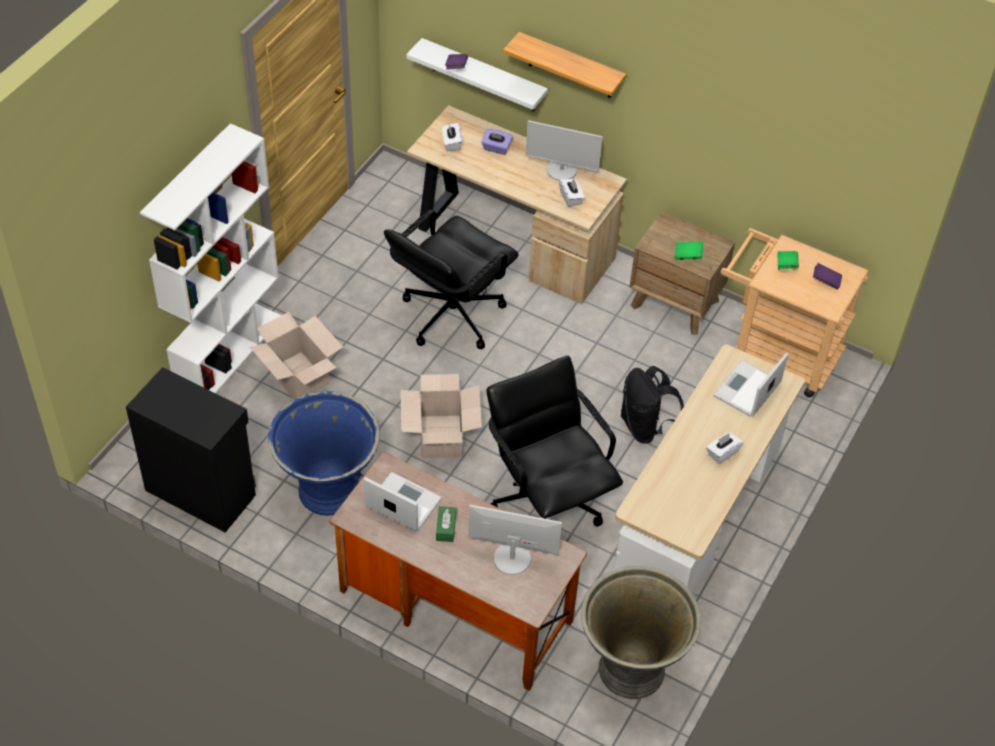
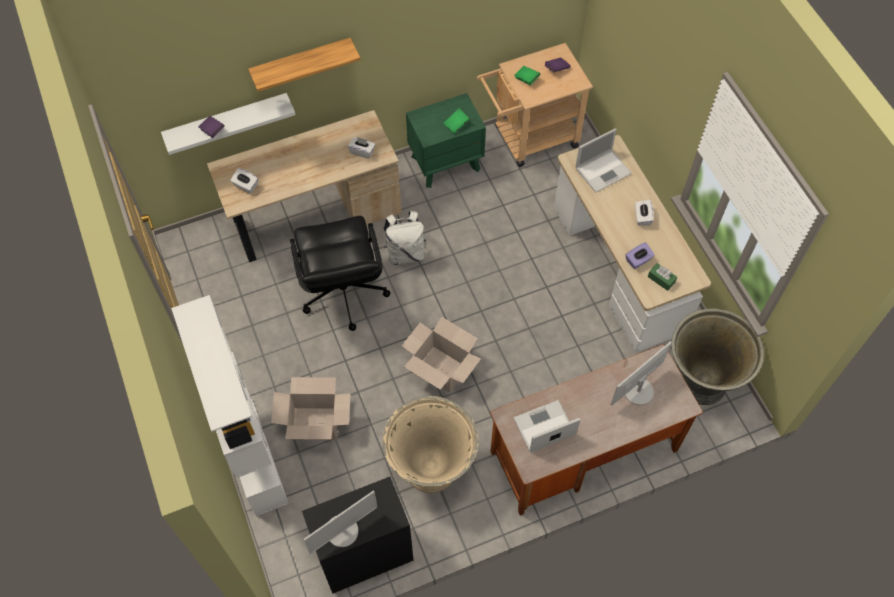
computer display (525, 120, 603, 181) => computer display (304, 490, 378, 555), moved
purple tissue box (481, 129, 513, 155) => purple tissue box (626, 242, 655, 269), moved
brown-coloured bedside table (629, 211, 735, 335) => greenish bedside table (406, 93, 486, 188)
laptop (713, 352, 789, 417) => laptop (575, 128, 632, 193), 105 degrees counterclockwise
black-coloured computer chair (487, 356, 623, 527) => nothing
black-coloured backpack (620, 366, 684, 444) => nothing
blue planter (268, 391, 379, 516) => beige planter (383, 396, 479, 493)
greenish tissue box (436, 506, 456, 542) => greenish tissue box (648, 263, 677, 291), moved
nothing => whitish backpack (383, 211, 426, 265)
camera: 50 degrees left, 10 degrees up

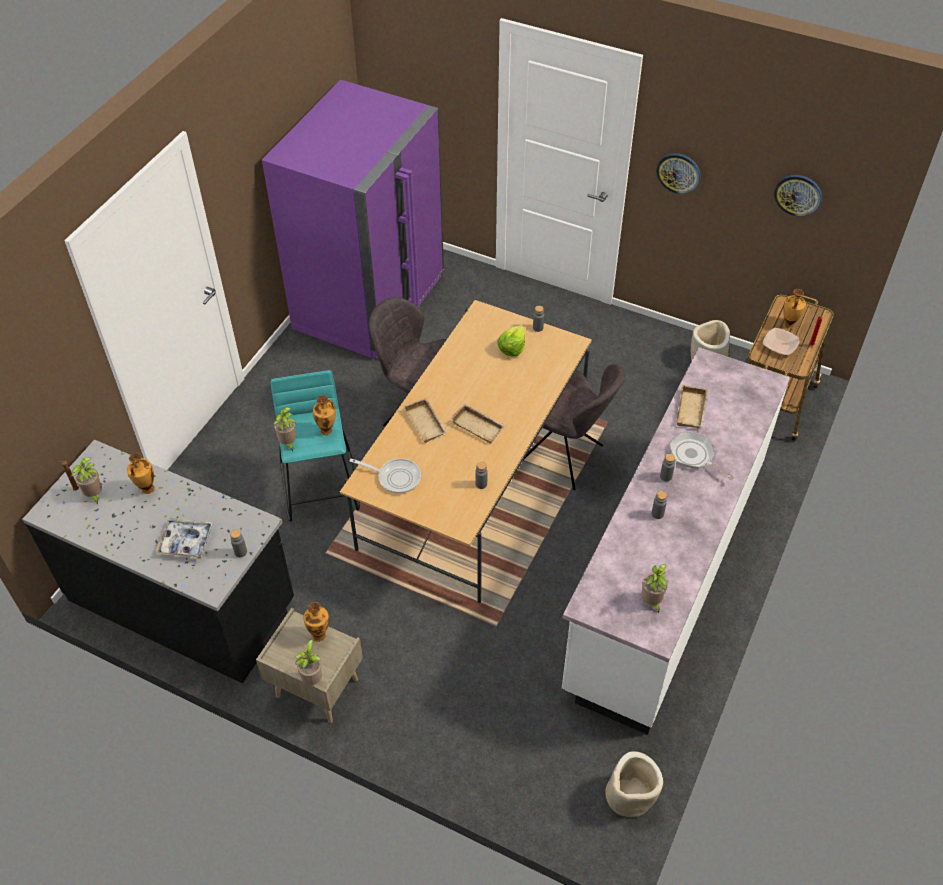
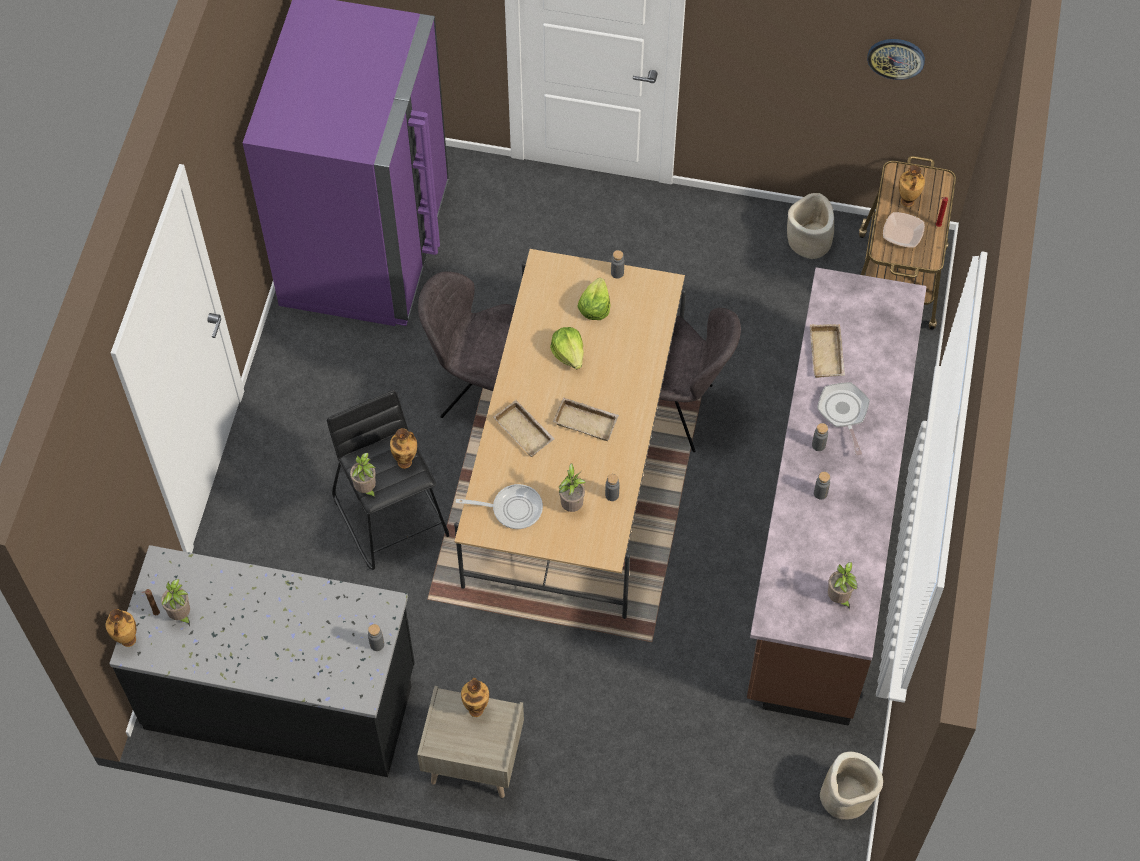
wall clock (656, 153, 701, 194) => nothing
whitish counter (562, 347, 790, 735) => brown-coloured counter (747, 267, 926, 726)
blue-green stool (271, 370, 360, 522) => black-coloured stool (327, 390, 449, 570)
skillet (669, 431, 735, 480) => skillet (817, 382, 870, 455), 45 degrees clockwise
flower vase (127, 453, 155, 494) => flower vase (106, 609, 136, 647), moved
serving tray (155, 518, 214, 559) => nothing
potted plant (295, 639, 322, 685) => potted plant (559, 463, 586, 512), moved
nothing => lettuce (550, 327, 584, 369)
camera: 15 degrees left, 10 degrees up

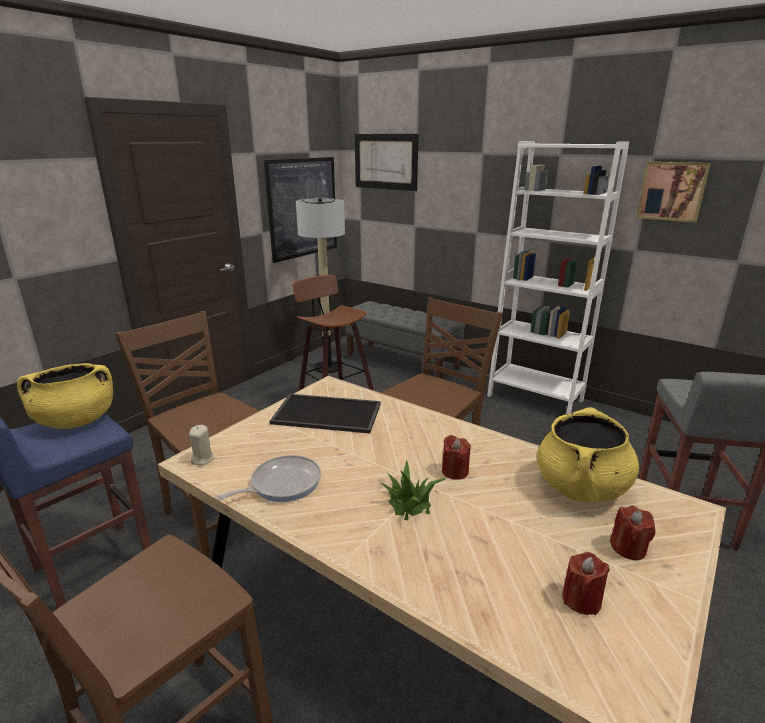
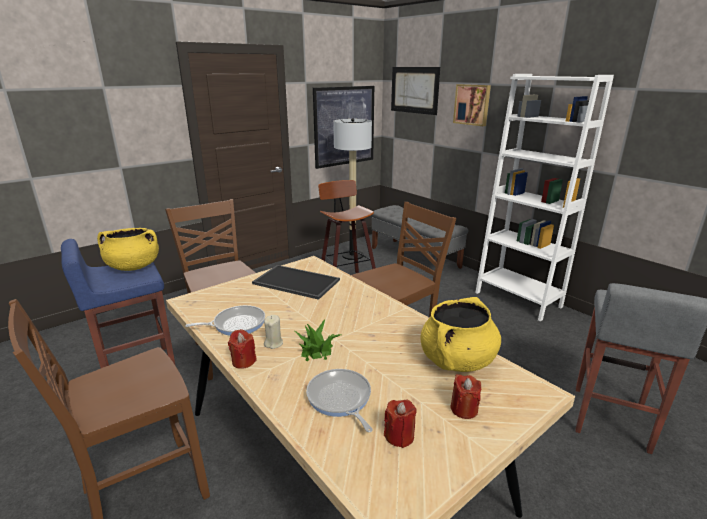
wall picture (636, 162, 711, 223) => wall picture (453, 84, 491, 126), moved
beige candle (189, 425, 214, 465) => beige candle (264, 315, 283, 349), moved
red-coloured candle (442, 435, 471, 480) => red-coloured candle (228, 329, 257, 369), moved
nothing => skillet (306, 369, 373, 433)
camera: 15 degrees right, 0 degrees up

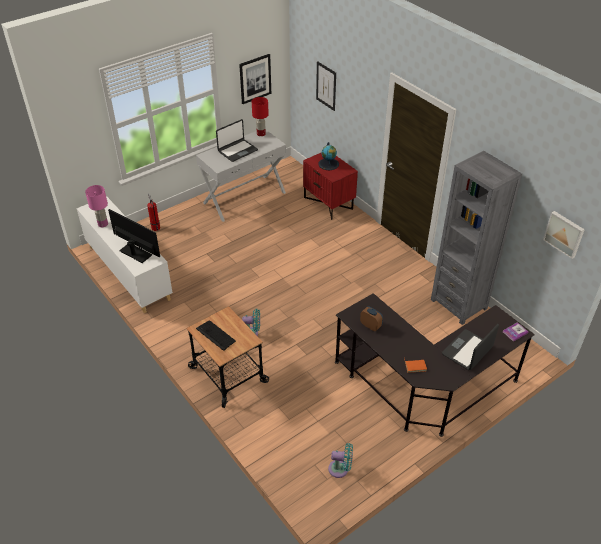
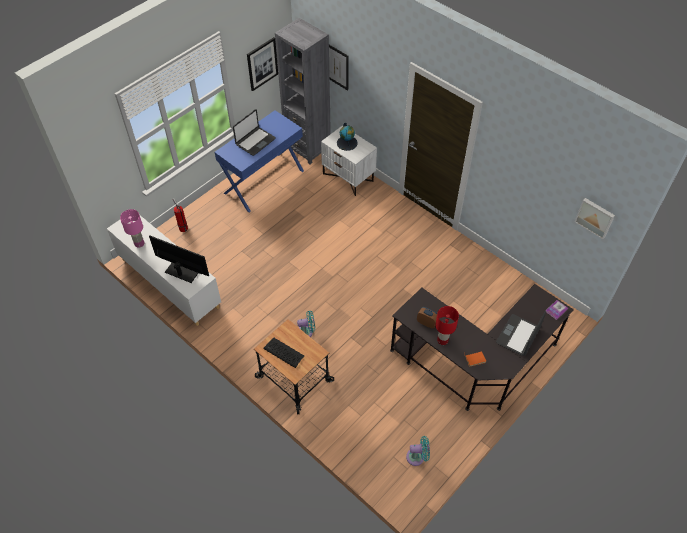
red-coloured table lamp (252, 97, 269, 136) => red-coloured table lamp (435, 306, 459, 345), moved
whitish console table (196, 130, 286, 222) => blue console table (215, 110, 304, 212)
greyish bookcase (431, 151, 522, 325) => greyish bookcase (275, 18, 331, 164), moved
red-coloured bedside table (303, 152, 358, 220) => whitish bedside table (321, 126, 377, 196)
camera: 10 degrees left, 10 degrees up

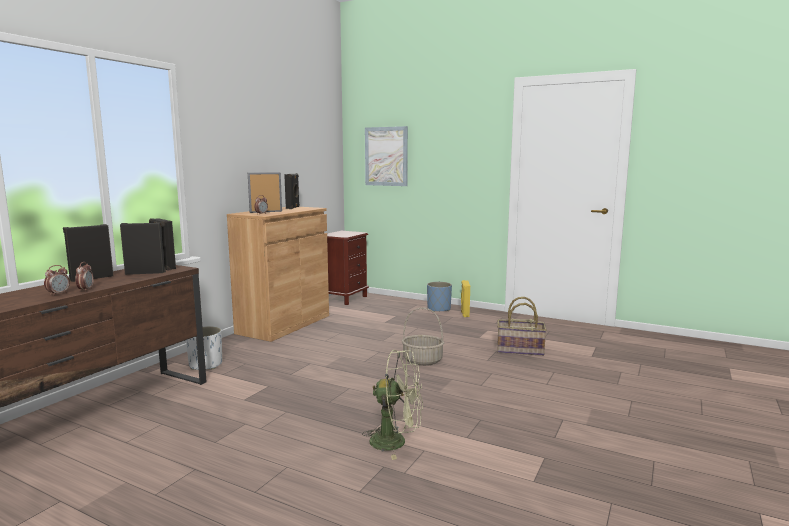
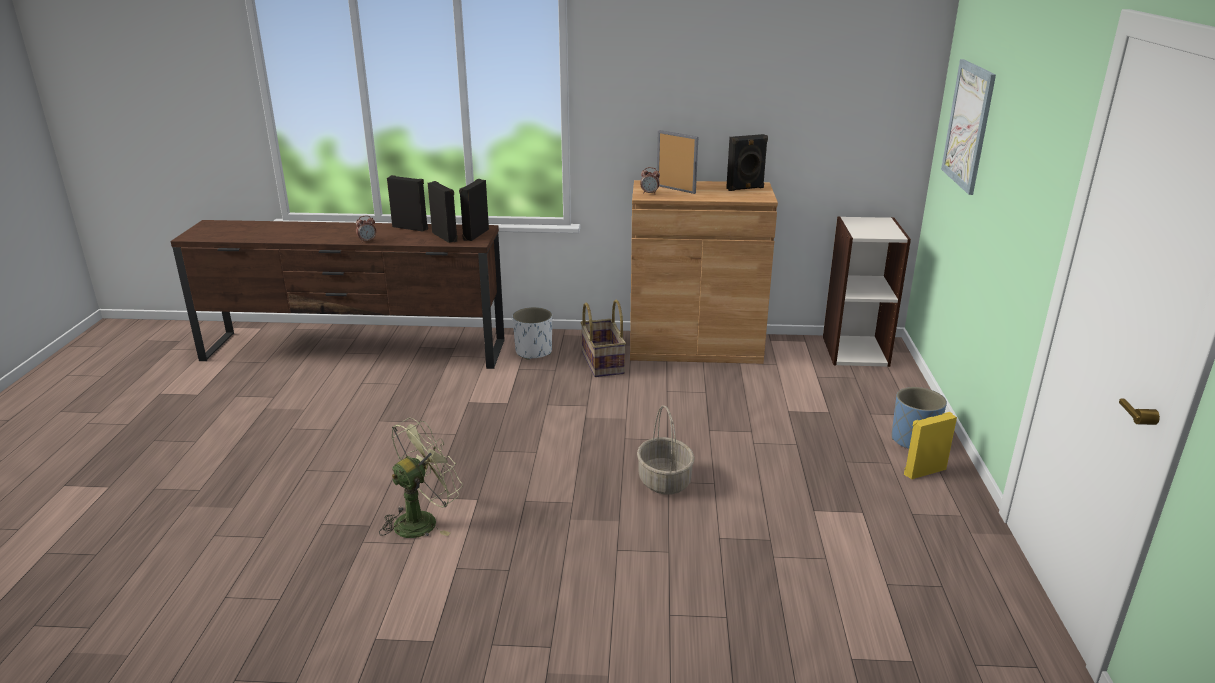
brown-coloured bedside table (327, 231, 369, 305) => bookcase (823, 216, 911, 367)
alarm clock (44, 265, 70, 296) => nothing
basket (497, 297, 547, 356) => basket (581, 300, 626, 377), moved
greenish electric fan (362, 350, 423, 460) => greenish electric fan (379, 418, 463, 538), 120 degrees counterclockwise
camera: 65 degrees right, 15 degrees up

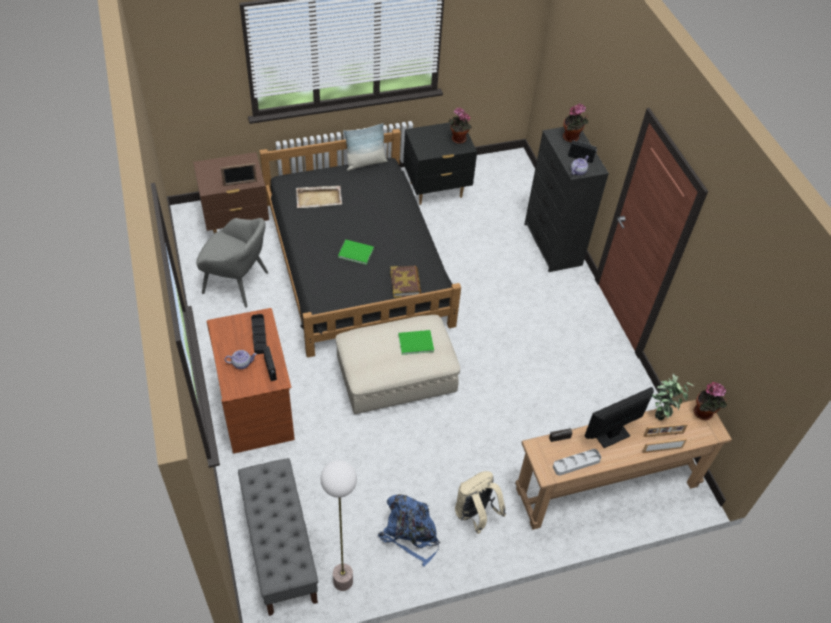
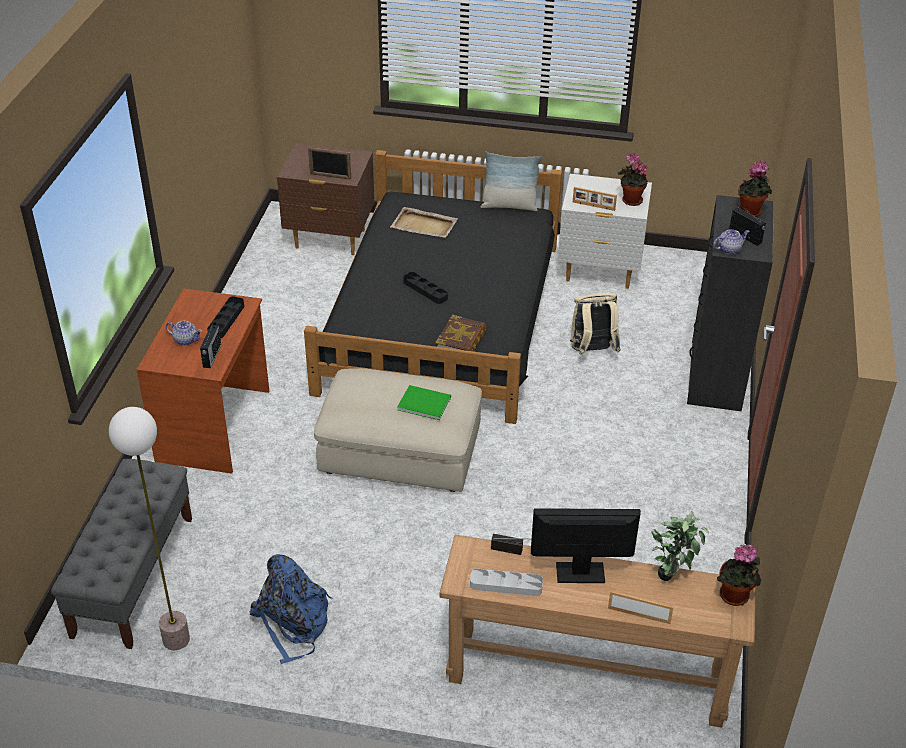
black-coloured bedside table (403, 122, 477, 205) => whitish bedside table (558, 174, 652, 289)
greyish armchair (196, 218, 269, 308) => nothing
greenish book (338, 240, 374, 265) => black-coloured serving tray (403, 272, 448, 304)
picture frame (643, 423, 688, 437) => picture frame (573, 187, 617, 211), moved
beige backpack (455, 471, 506, 534) => beige backpack (570, 293, 621, 355), moved
camera: 30 degrees right, 10 degrees down

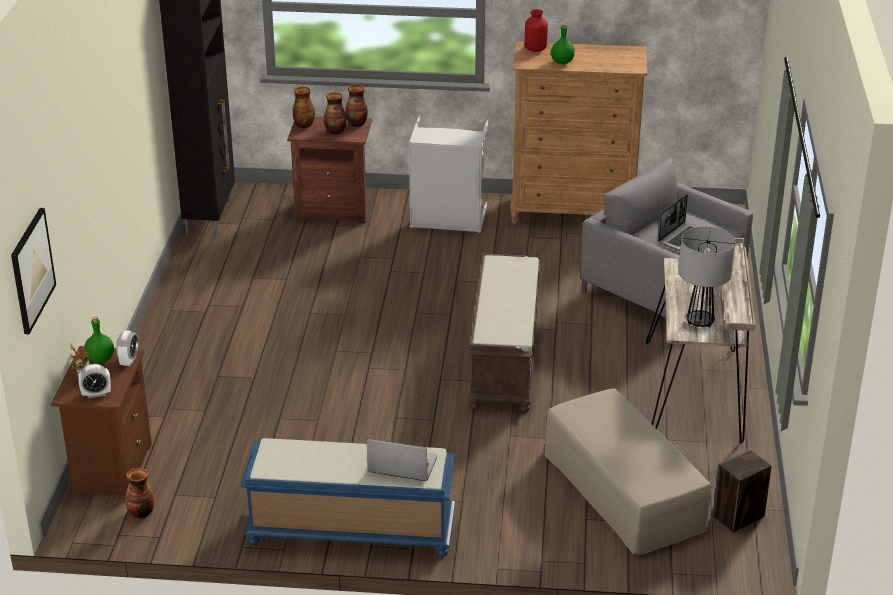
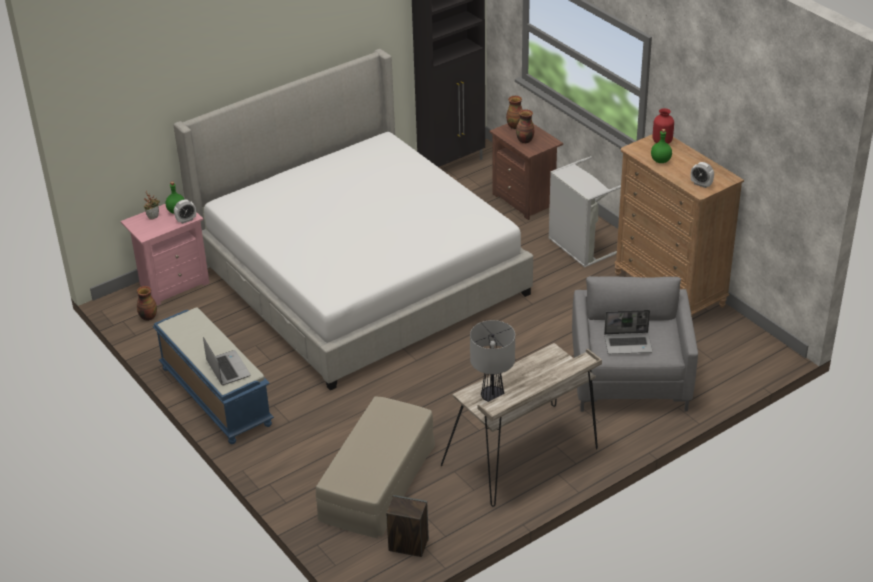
flower vase (345, 85, 368, 127) => nothing
wall picture (11, 208, 56, 334) => nothing
brown-coloured long seat (469, 253, 540, 412) => nothing
brown-coloured bedside table (51, 346, 152, 495) => pink bedside table (121, 204, 209, 305)
alarm clock (78, 364, 111, 398) => alarm clock (691, 162, 714, 188), moved
nothing => sleeping bed (174, 49, 533, 391)
camera: 50 degrees right, 5 degrees up

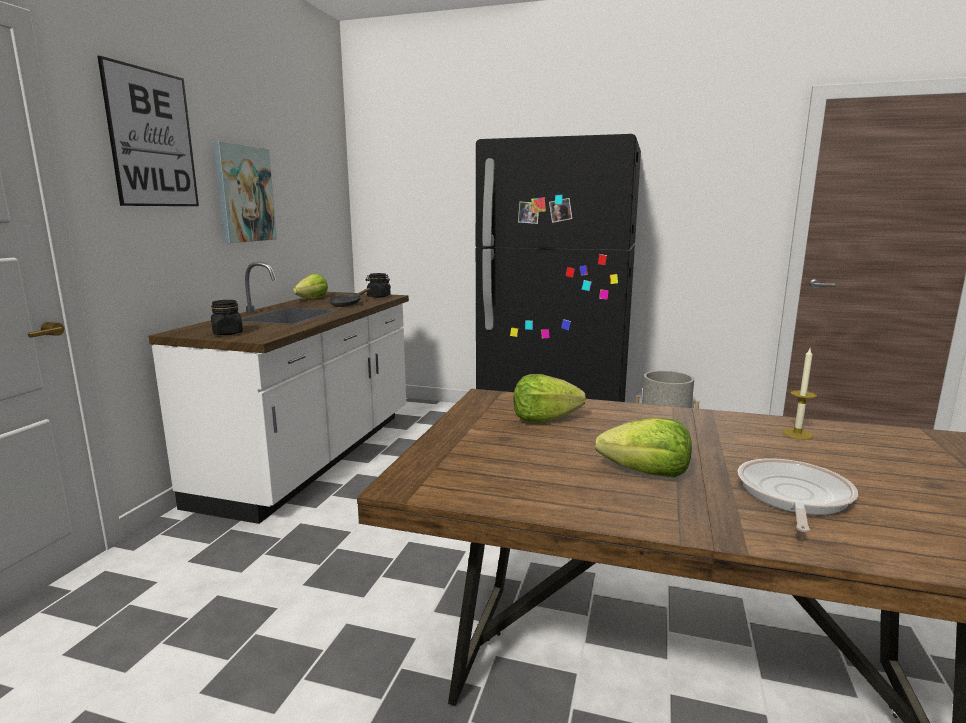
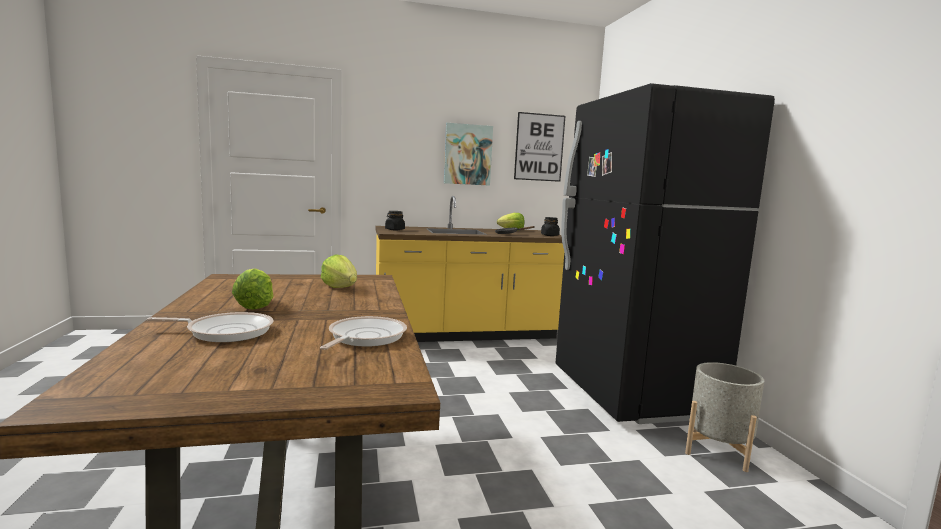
wall picture (97, 56, 199, 206) => wall picture (514, 112, 565, 182), moved
whitish counter (148, 262, 409, 524) => yellowish counter (376, 196, 564, 342)
candle (782, 348, 817, 439) => skillet (320, 316, 407, 350)
camera: 60 degrees right, 5 degrees down

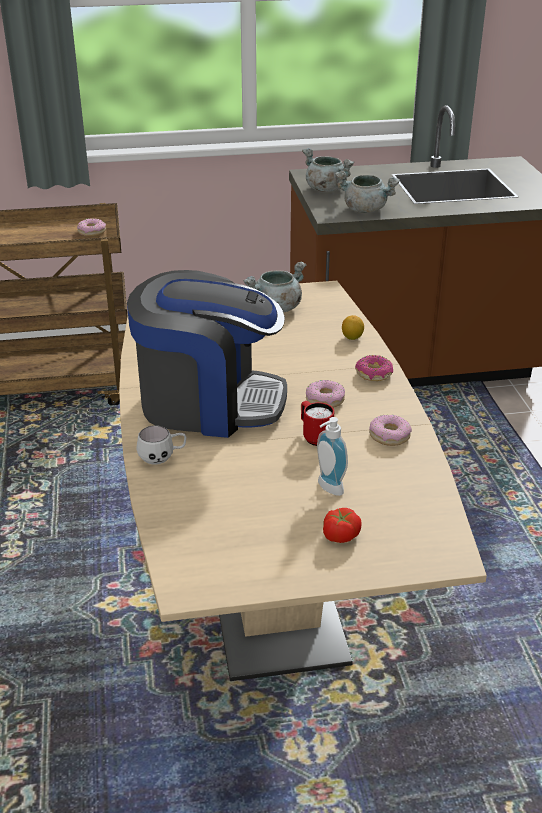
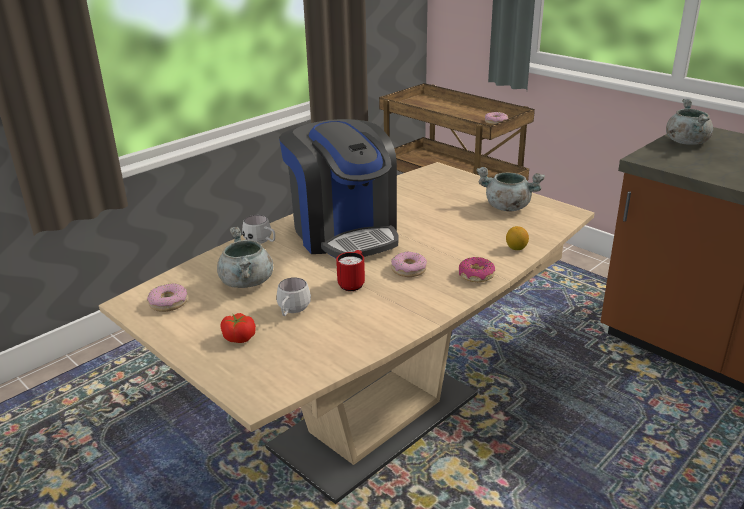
greyish cooking pot (335, 171, 400, 213) => greyish cooking pot (217, 227, 273, 288), moved
donut (369, 415, 412, 446) => donut (147, 283, 187, 312), moved
soap dispenser (317, 417, 348, 496) => whitish mug (276, 277, 311, 316)
camera: 55 degrees right, 5 degrees down

